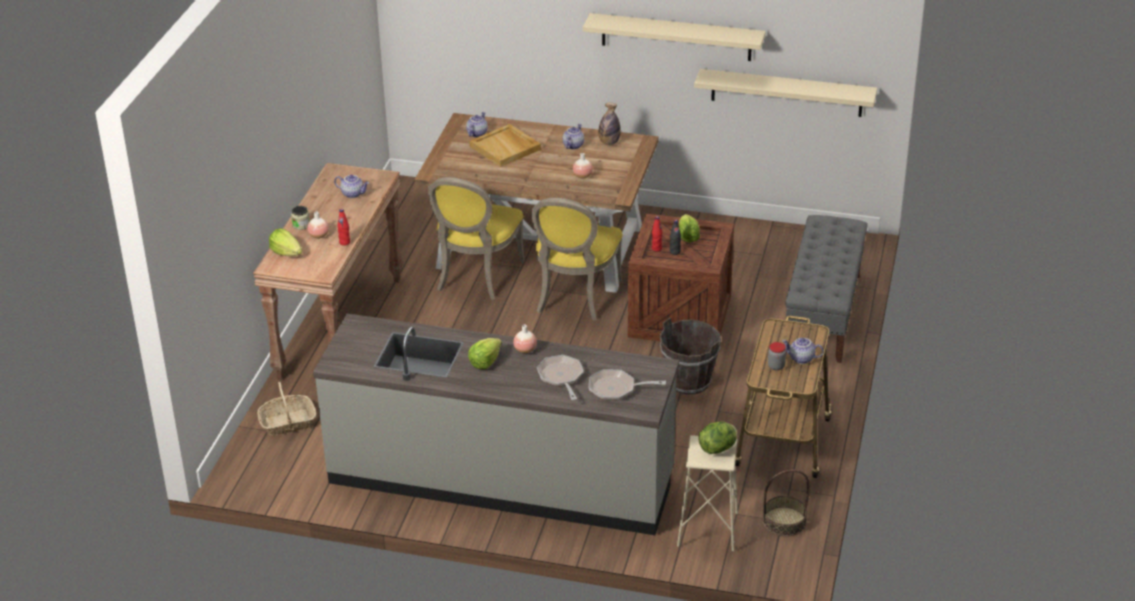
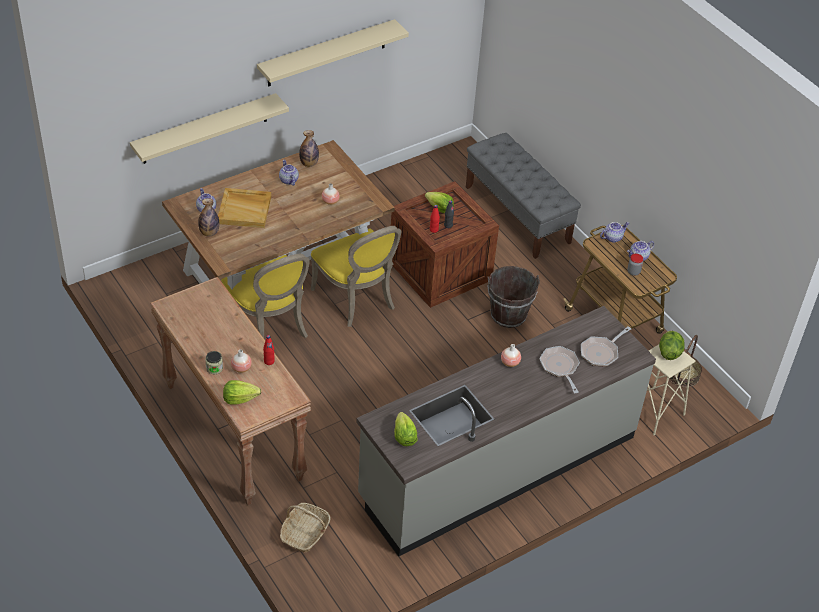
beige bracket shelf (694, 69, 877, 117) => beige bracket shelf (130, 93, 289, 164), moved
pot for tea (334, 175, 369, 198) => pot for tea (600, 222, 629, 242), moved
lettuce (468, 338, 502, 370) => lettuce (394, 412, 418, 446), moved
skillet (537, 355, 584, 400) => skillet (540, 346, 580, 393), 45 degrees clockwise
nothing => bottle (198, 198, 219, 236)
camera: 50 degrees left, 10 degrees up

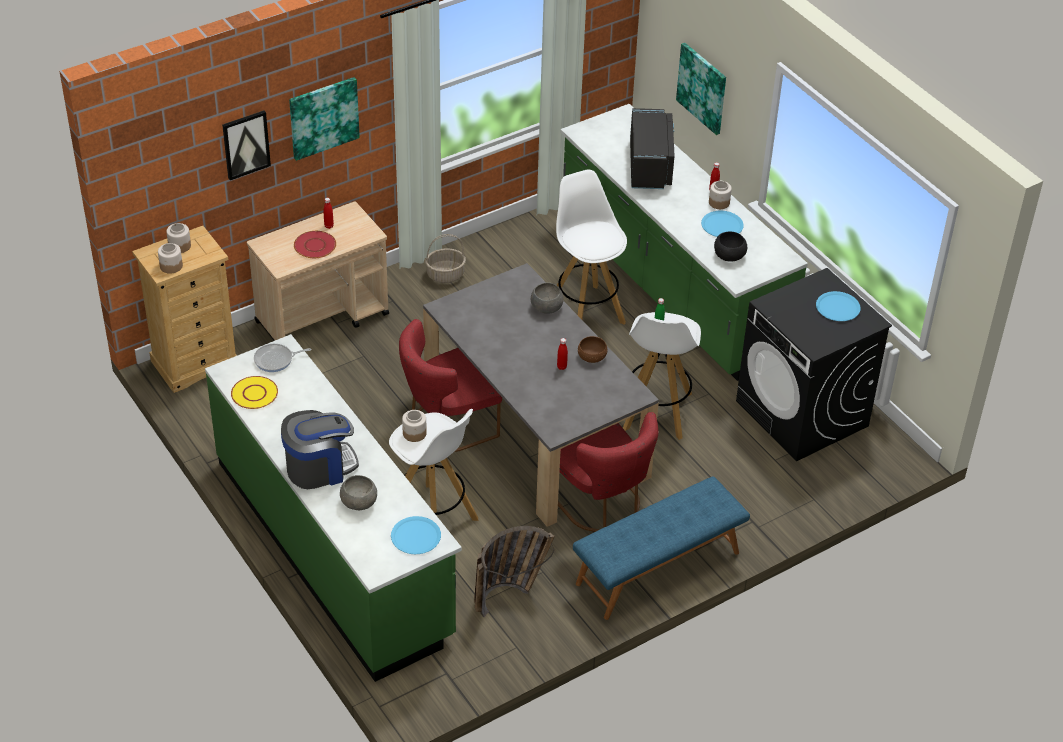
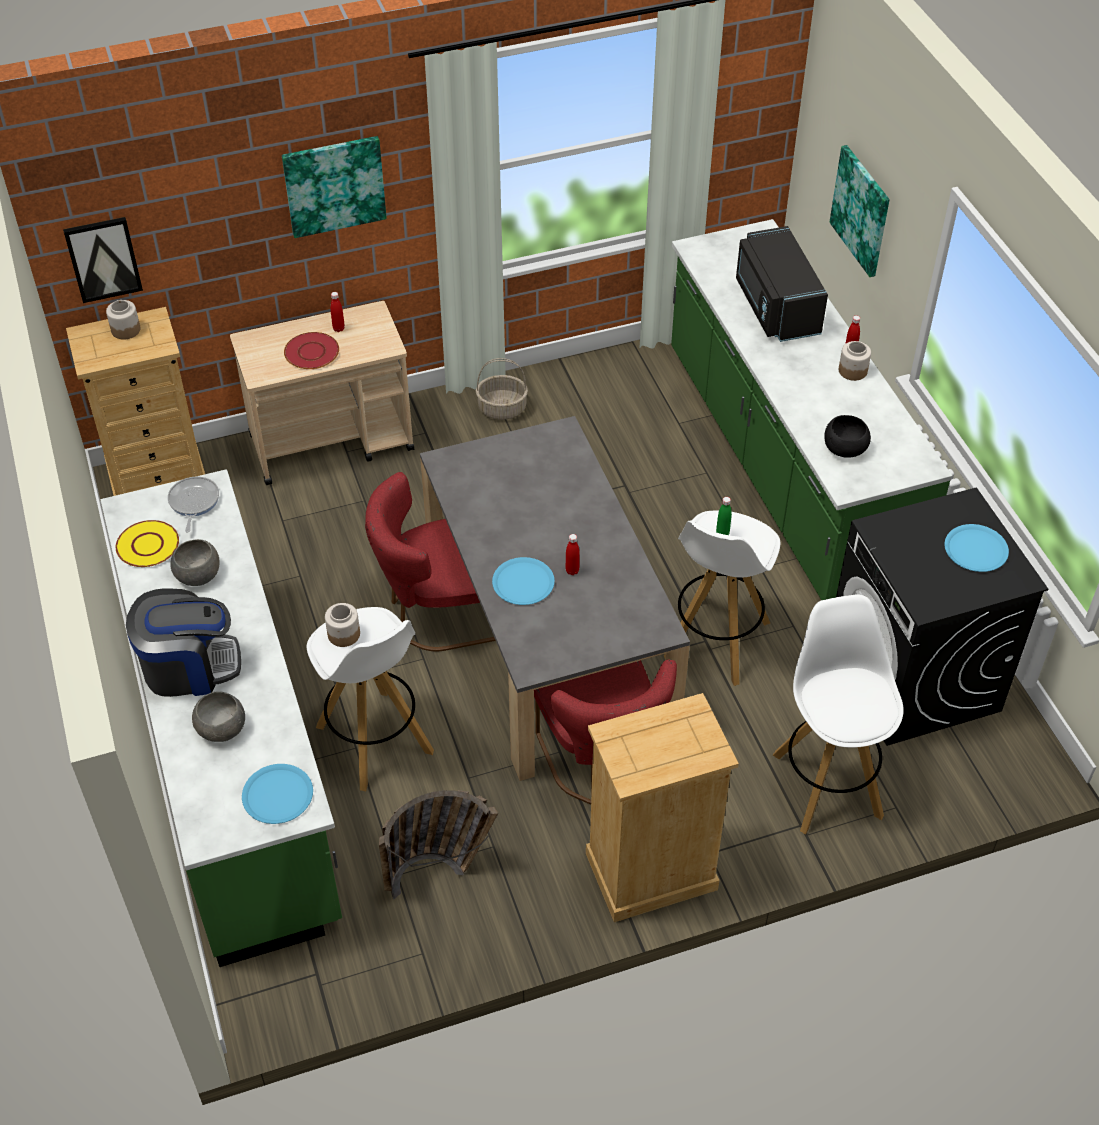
black-coloured kitchen microwave (630, 108, 675, 189) => black-coloured kitchen microwave (736, 226, 828, 342), 150 degrees clockwise
wall picture (222, 110, 271, 180) => wall picture (63, 217, 143, 303), moved
whitish stool (556, 170, 627, 325) => whitish stool (772, 594, 904, 834), moved
blue dinner plate (701, 211, 744, 237) => blue dinner plate (492, 557, 555, 605), moved
storage jar (158, 243, 183, 274) => nothing
greyish bowl (531, 282, 564, 314) => greyish bowl (170, 539, 220, 586), moved
brown-coloured bowl (578, 336, 607, 363) => nothing
skillet (254, 344, 311, 372) => skillet (168, 477, 219, 533), 90 degrees clockwise
blue long seat (573, 476, 750, 620) => beige dresser (586, 693, 739, 922)
camera: 15 degrees right, 5 degrees up

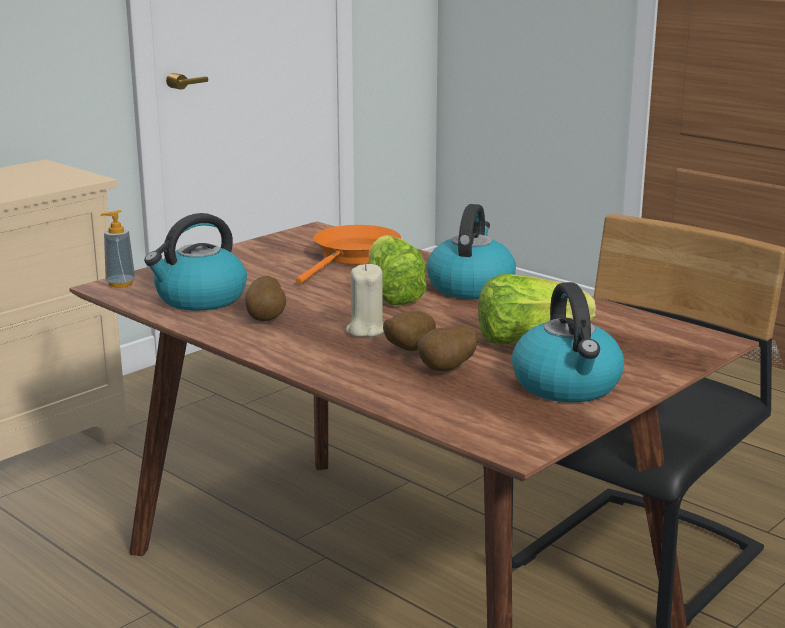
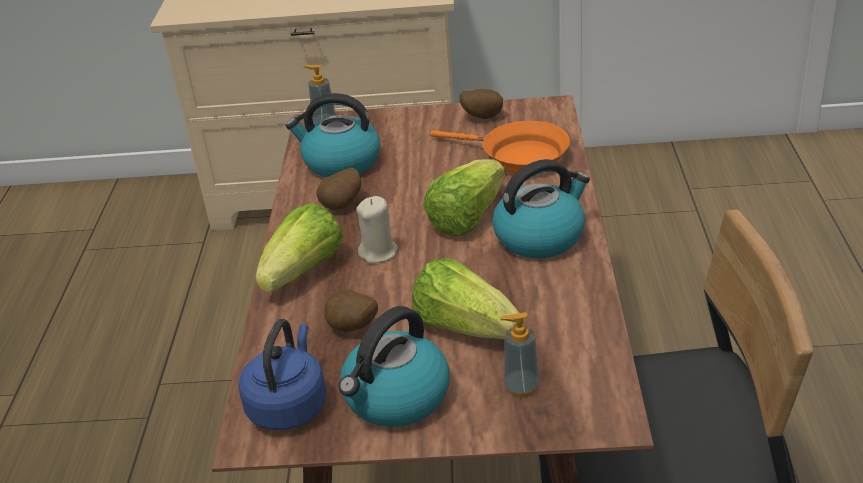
orangey skillet (296, 225, 401, 284) => orangey skillet (430, 121, 570, 174), 45 degrees clockwise
spud (383, 311, 436, 351) => spud (459, 89, 503, 119), moved
nothing => lettuce (255, 203, 343, 292)
nothing => soap dispenser (500, 312, 539, 397)
nothing => blue tea kettle (238, 319, 327, 430)
camera: 50 degrees right, 15 degrees up

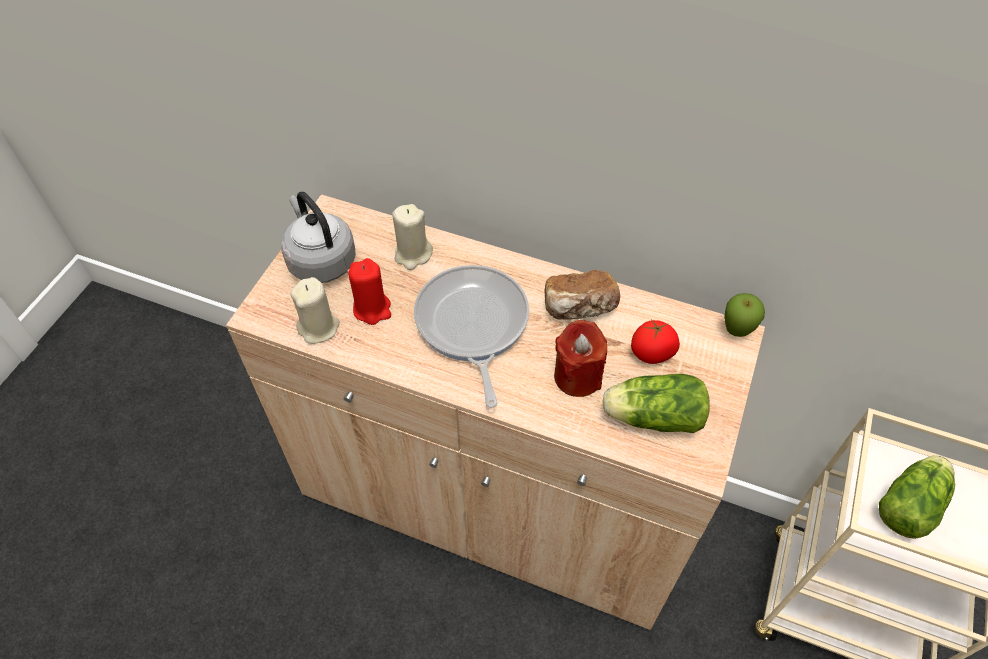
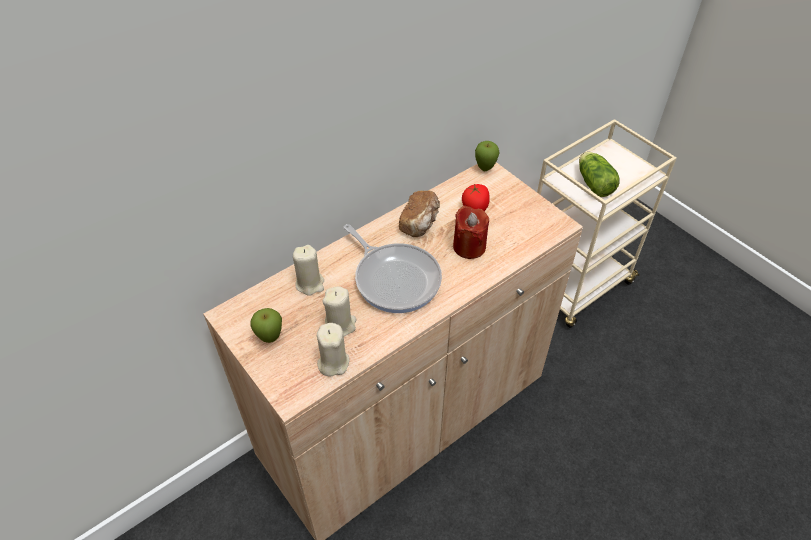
greyish tea kettle (281, 192, 356, 283) => apple fruit (250, 308, 282, 343)
red-coloured candle (348, 258, 391, 325) => beige candle (322, 286, 356, 336)
skillet (414, 265, 529, 408) => skillet (344, 224, 442, 313), 150 degrees counterclockwise
lettuce (602, 374, 710, 433) => nothing
camera: 60 degrees left, 5 degrees down

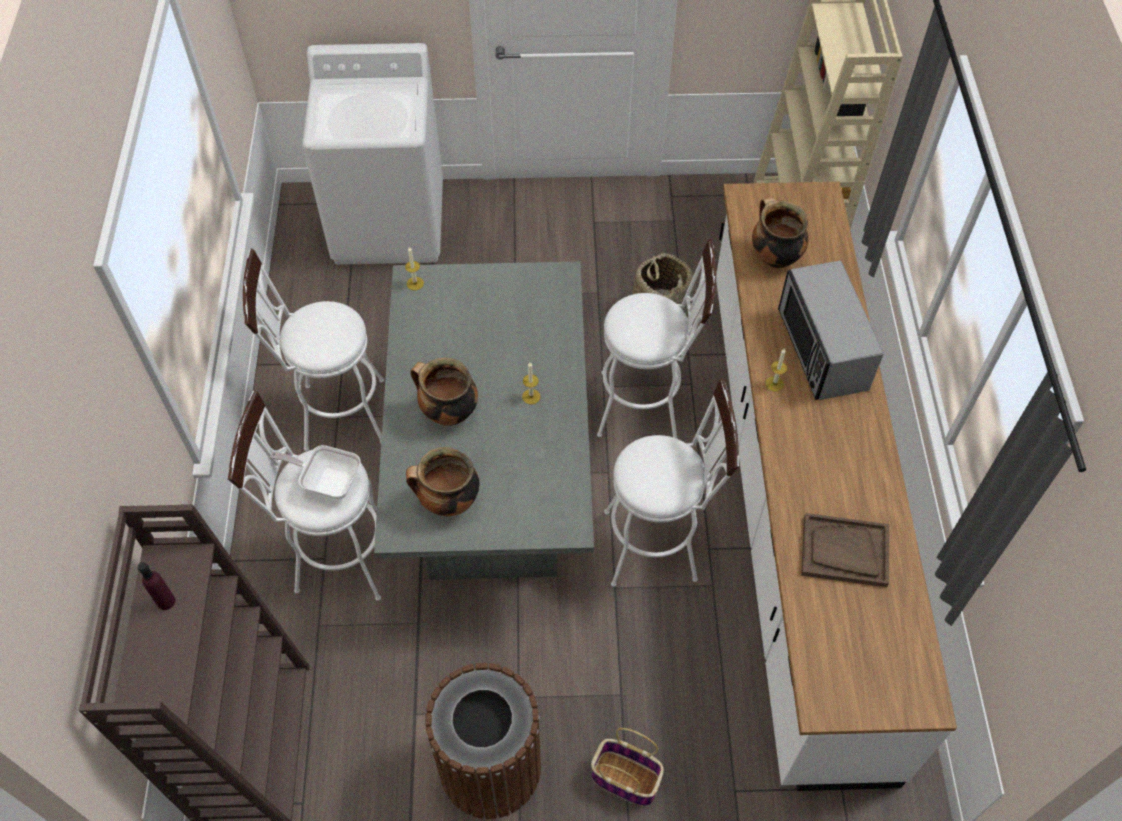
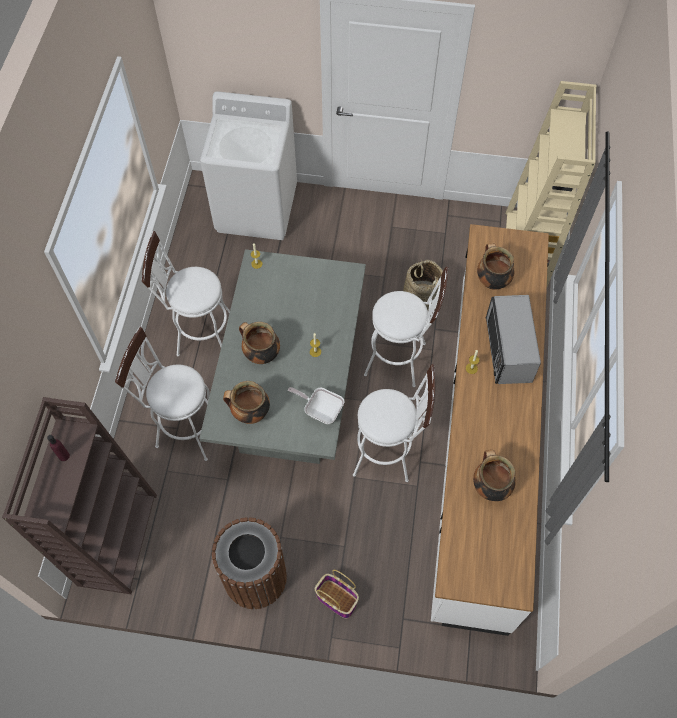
skillet (270, 445, 361, 500) => skillet (288, 387, 344, 424), moved
brown-coloured serving tray (801, 513, 889, 587) => cooking pot (473, 450, 516, 501)
camera: 10 degrees right, 5 degrees up

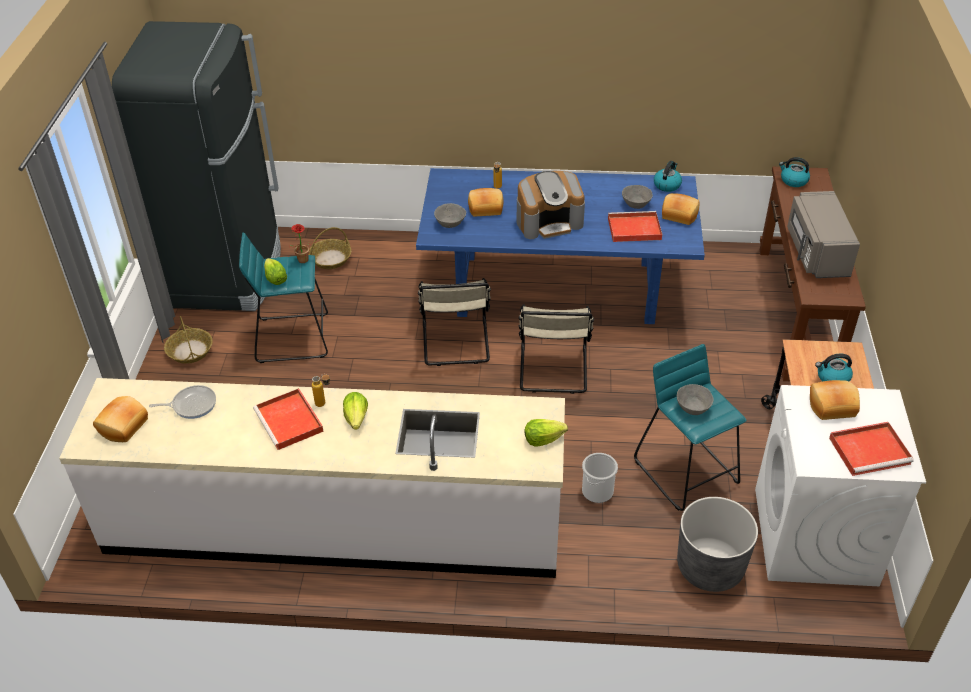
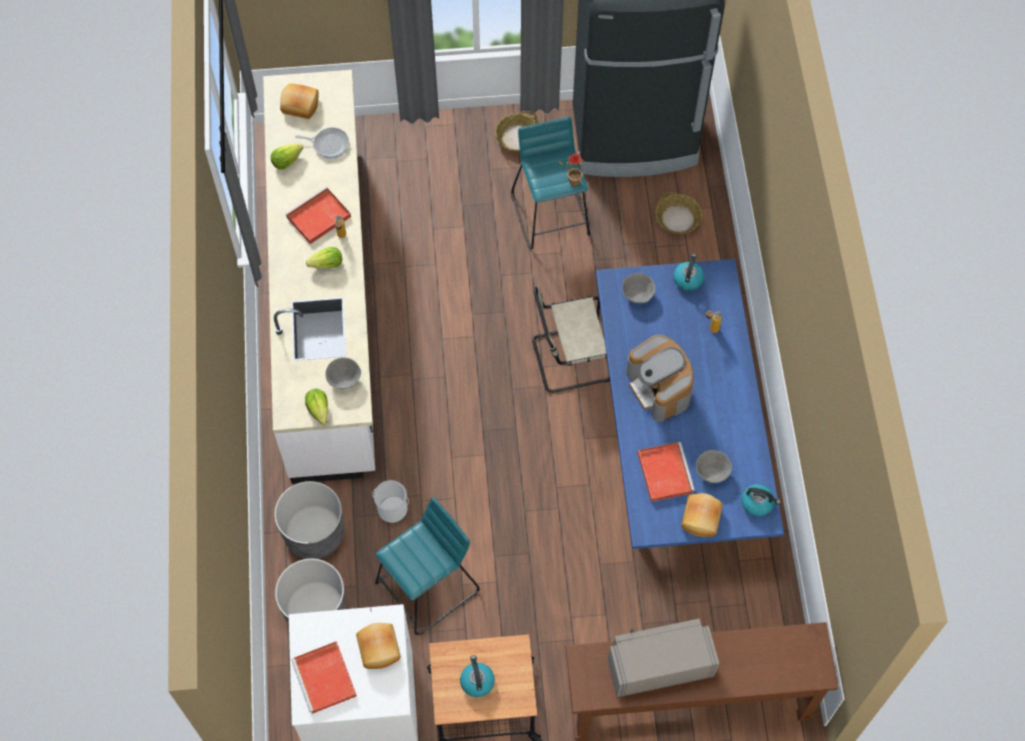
tea kettle (779, 157, 810, 187) => tea kettle (673, 254, 704, 291), moved
bakery bread (468, 188, 504, 217) => nothing
lettuce (264, 258, 287, 285) => lettuce (271, 143, 303, 170), moved
beige upright chair (519, 304, 594, 394) => nothing
greyish bowl (677, 384, 714, 415) => greyish bowl (325, 358, 361, 389), moved
skillet (149, 385, 216, 419) => skillet (295, 127, 349, 158), 60 degrees counterclockwise
nothing => greyish planter (274, 481, 344, 559)
camera: 80 degrees right, 20 degrees up

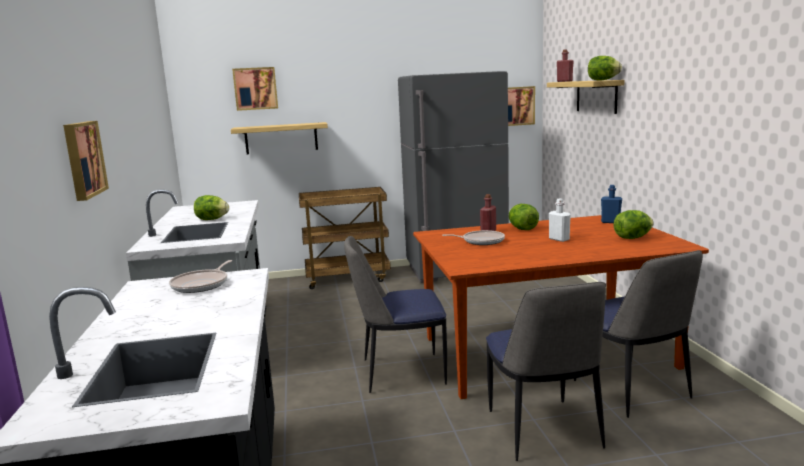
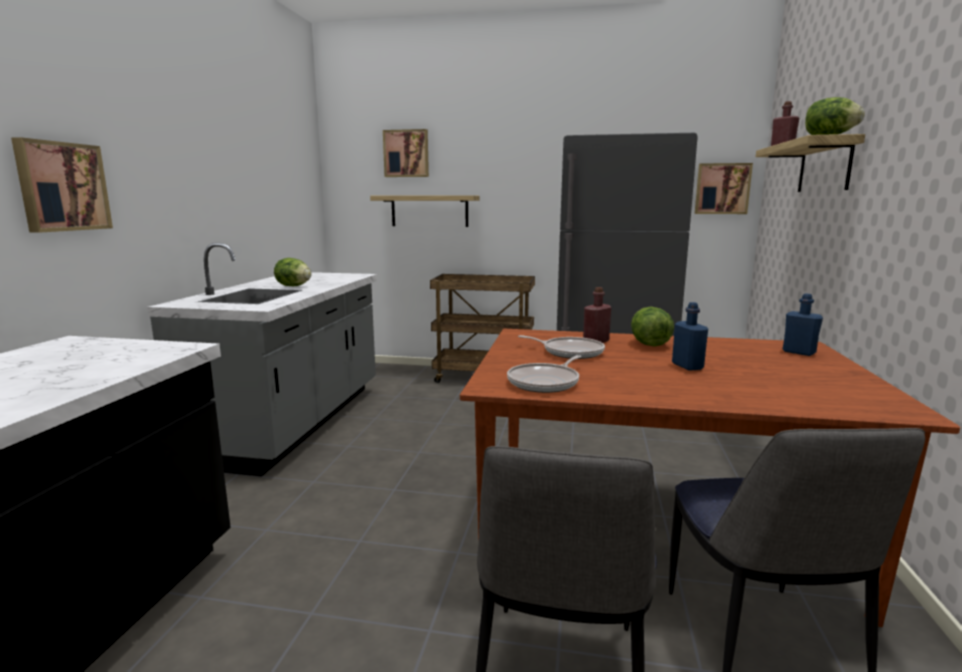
whitish bottle (549, 199, 571, 242) => blue bottle (672, 302, 708, 371)
lettuce (614, 210, 654, 239) => nothing
upright chair (344, 236, 447, 393) => nothing
skillet (169, 260, 232, 293) => skillet (507, 355, 581, 393), moved
camera: 20 degrees right, 0 degrees up

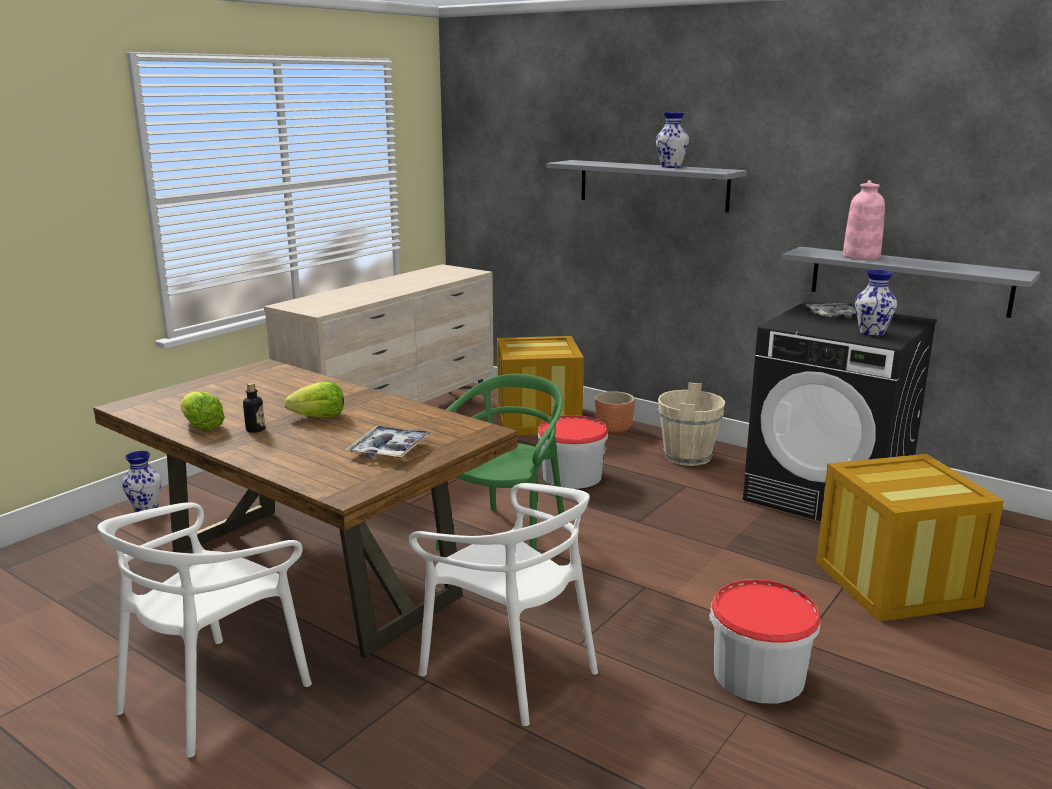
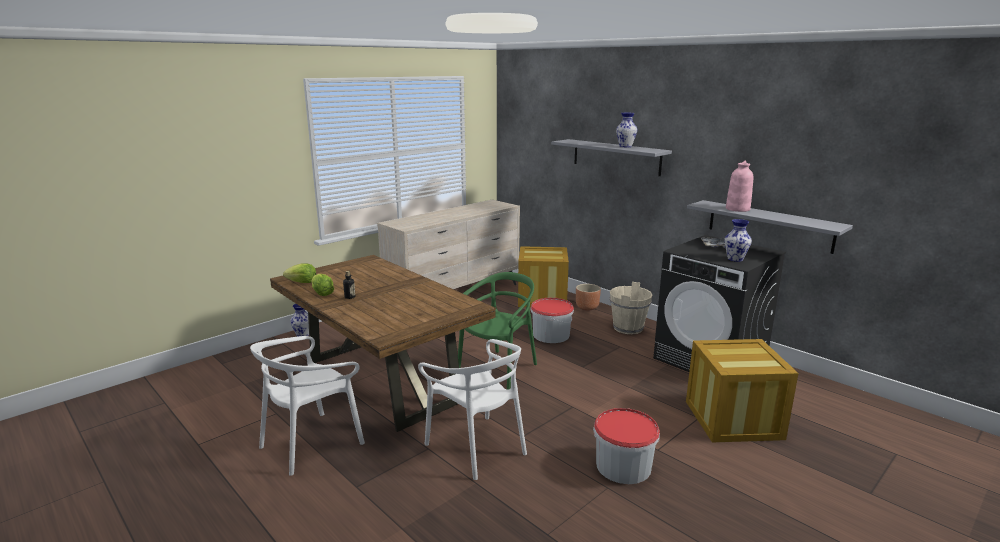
lettuce (284, 382, 344, 418) => lettuce (283, 263, 316, 283), moved
serving tray (346, 425, 432, 458) => nothing
camera: 10 degrees right, 0 degrees up

